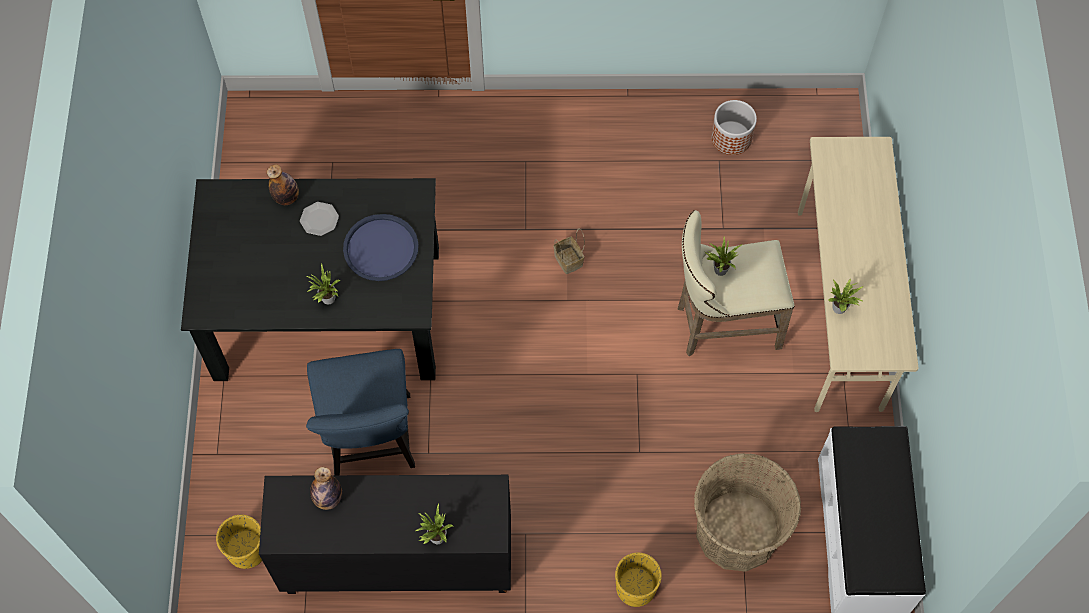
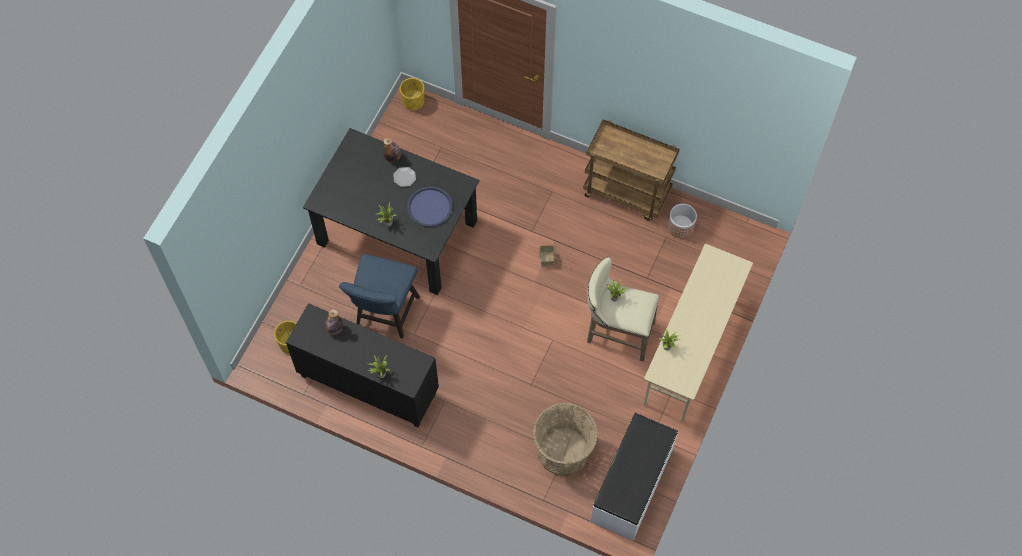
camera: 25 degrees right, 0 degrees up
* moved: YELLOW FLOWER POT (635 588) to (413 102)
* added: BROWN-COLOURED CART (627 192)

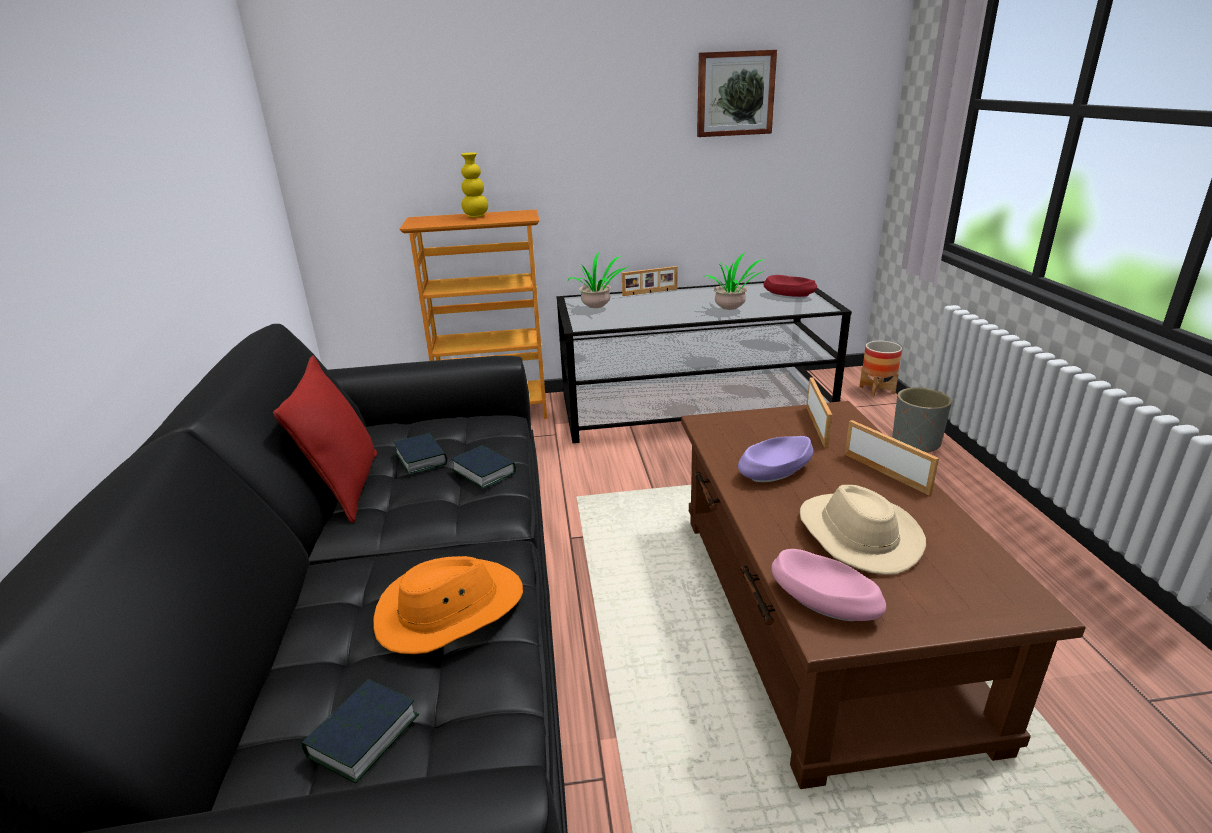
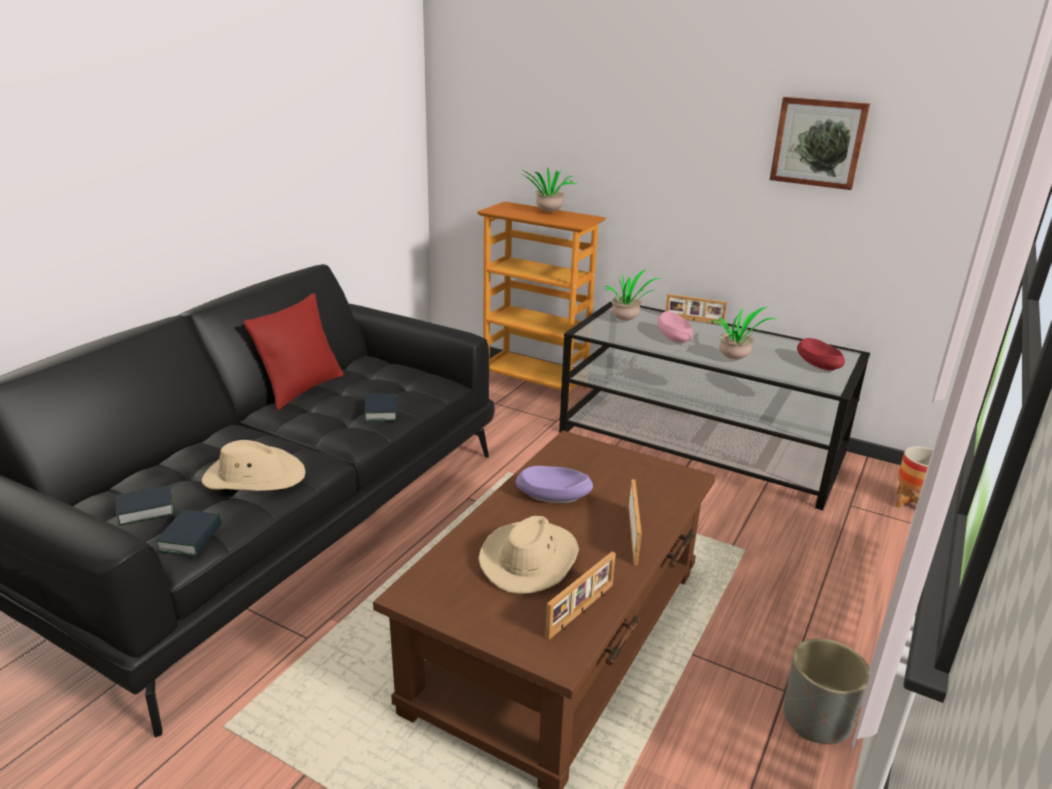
camera: 35 degrees right, 0 degrees up
* moved: BOUND BOOK (421 458) to (191 538)
* recoloured: ORANGEY HAT (449 609) to SAND-COLOURED HAT (254 477)
* replaced: YELLOW VASE (476 216) to POTTED PLANT (548 213)
* moved: PICTURE FRAME (818 426) to (581 611)
* moved: PINK SERVING BOWL (823 603) to (673 337)
* moved: GRAY FLOWER POT (916 443) to (817 719)

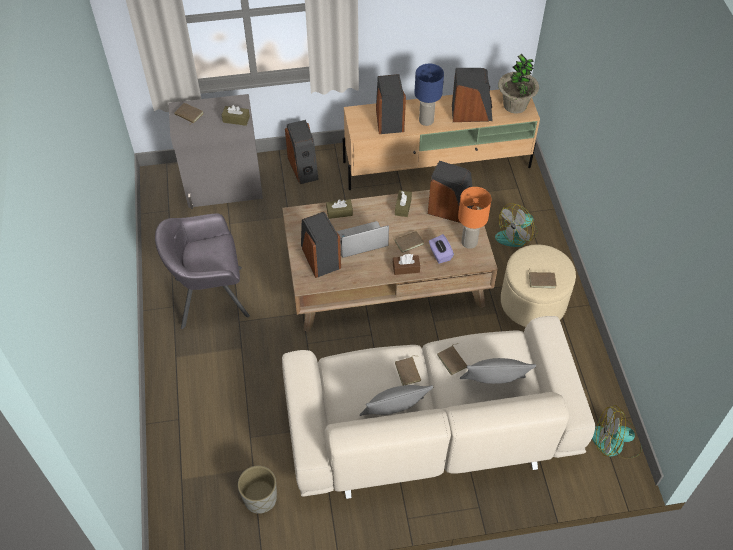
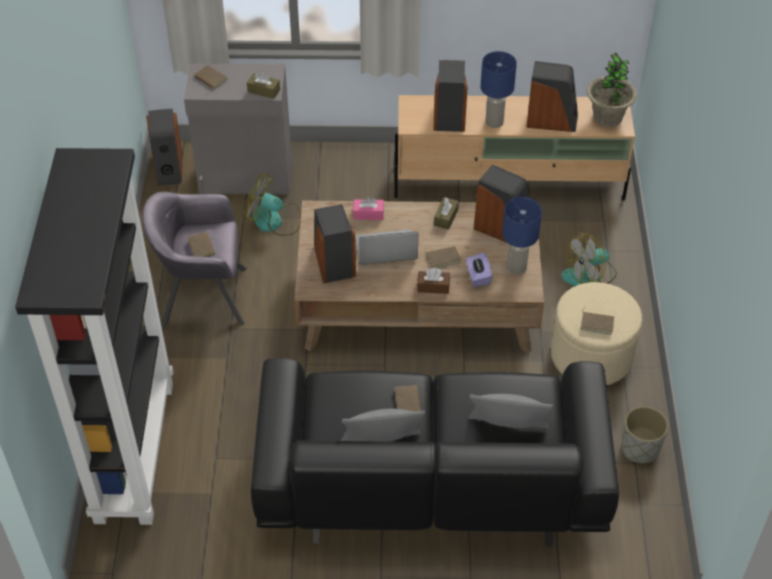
camera: 10 degrees right, 5 degrees down
* added: BLACK BOOKCASE (133 450)
* moved: AUDIO SPEAKER (304 168) to (168 168)
* moved: BROWN-COLOURED BOUND BOOK (453 361) to (202 246)
* moved: ELECTRIC FAN (615 442) to (274 221)
* recoloured: SAND-COLOURED COUCH (429 428) to BLACK COUCH (430 480)
* recoloured: BROWN-COLOURED BOX OF TISSUES (339 212) to PINK BOX OF TISSUES (368 214)
* recoloured: ORANGEY TABLE LAMP (469 243) to BLUISH TABLE LAMP (516 268)
* moved: GRAY FLOWER POT (260 498) to (639 449)

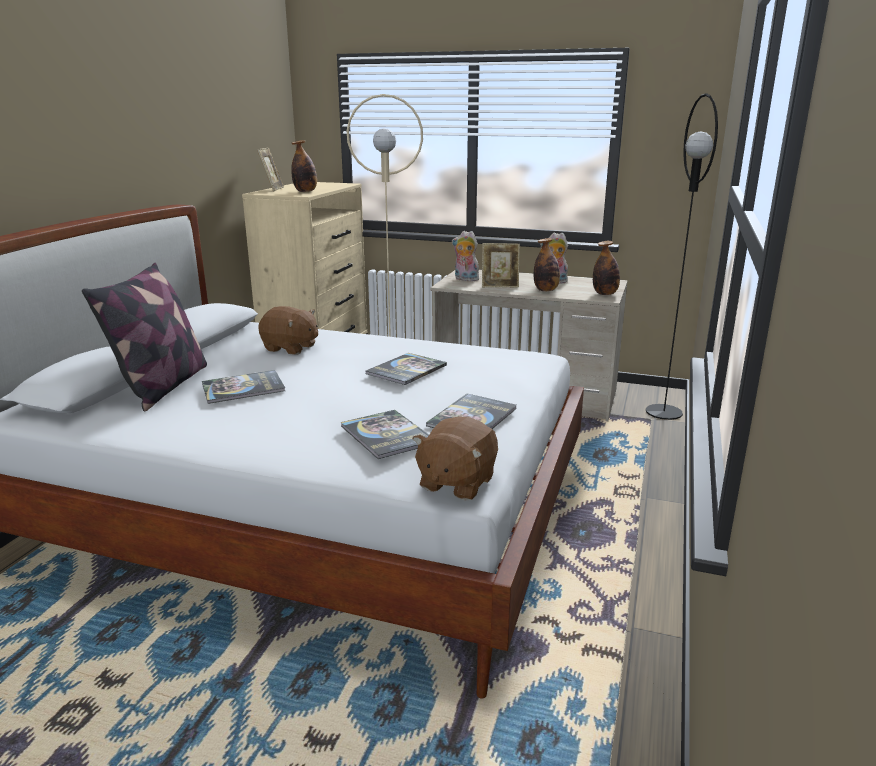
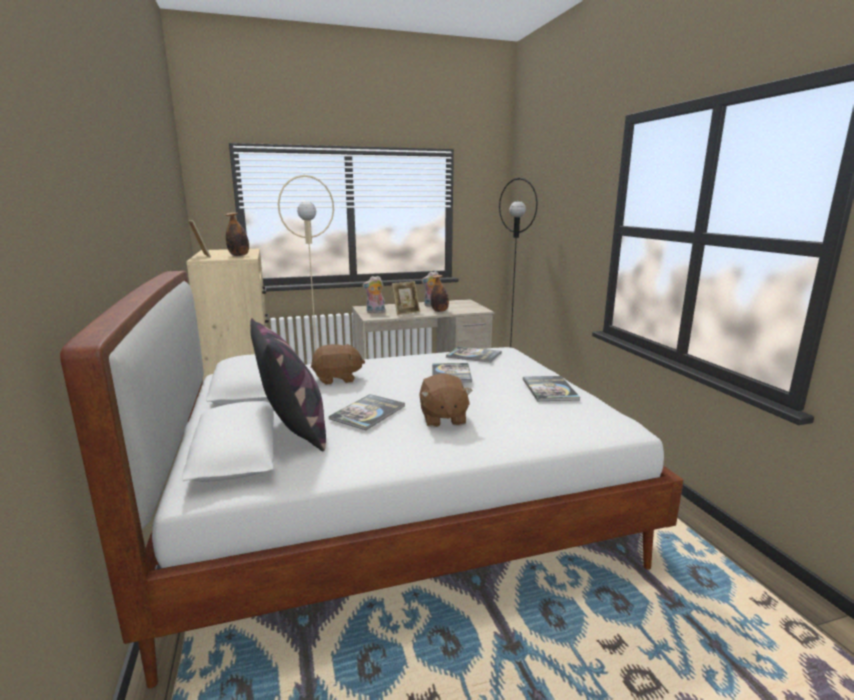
camera: 35 degrees left, 5 degrees down
* moved: BROWN-COLOURED SOFT TOY (456 482) to (443 418)
* moved: BOUND BOOK (387 435) to (473 355)
* removed: BEVERAGE BOTTLE (605 294)

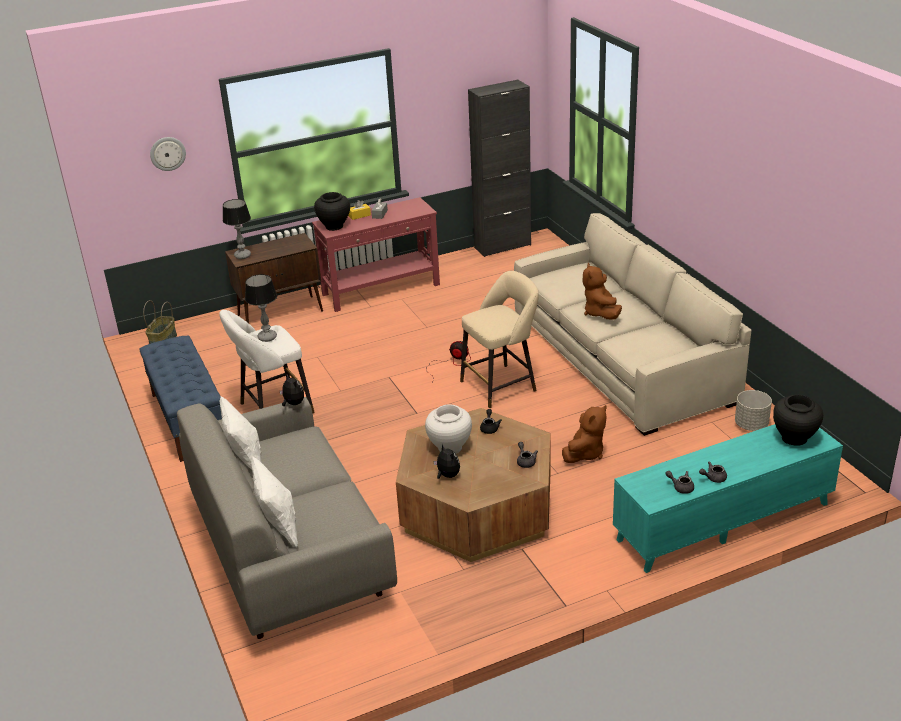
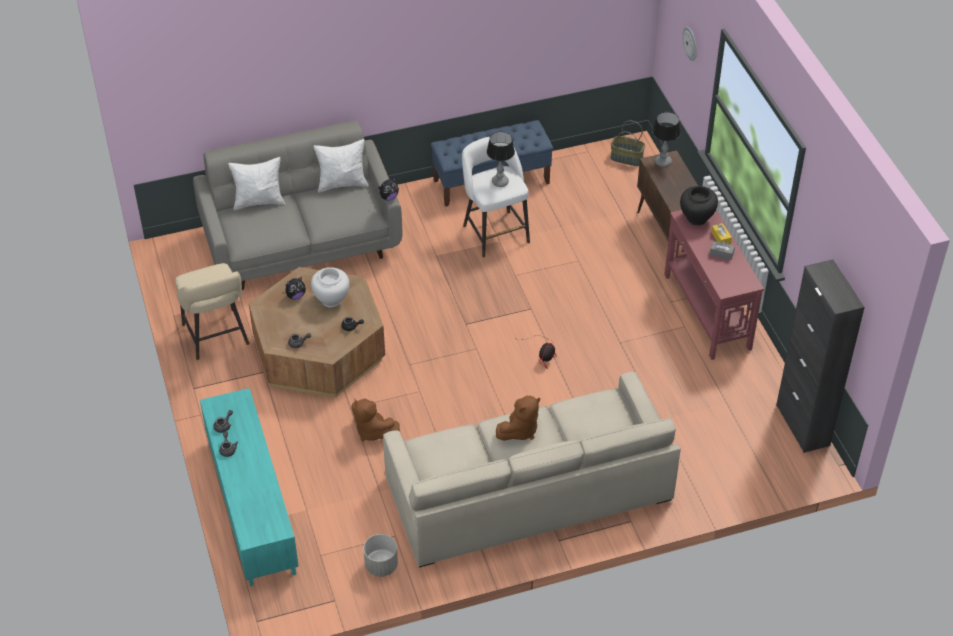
camera: 95 degrees right, 15 degrees up
* moved: SAND-COLOURED STOOL SEAT (502 385) to (217 337)
* turned: BROWN-COLOURED SOFT TOY (600 313) = (520 430) 135 degrees clockwise
* removed: BLACK VASE (794 438)

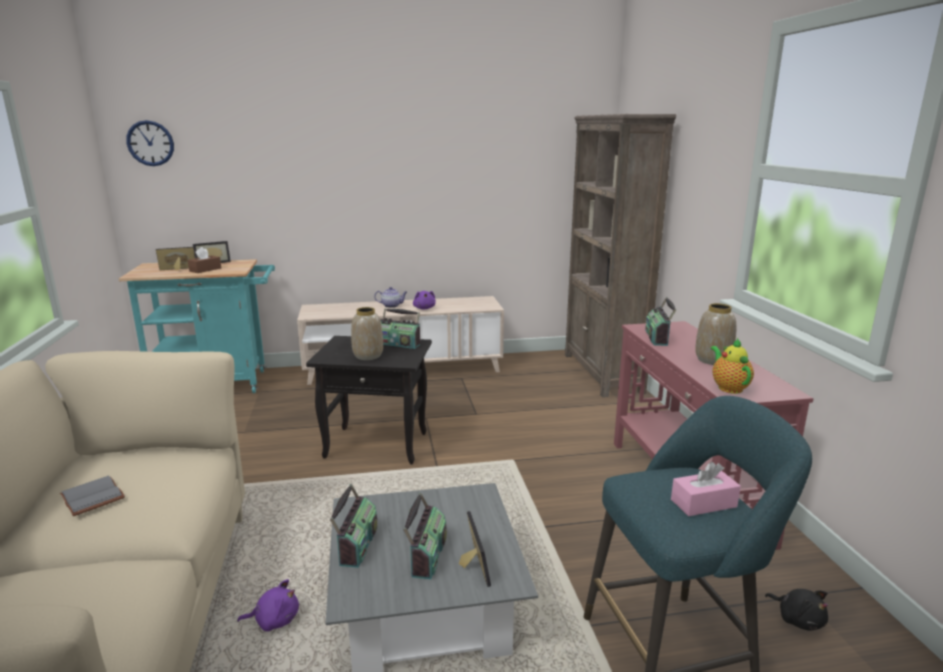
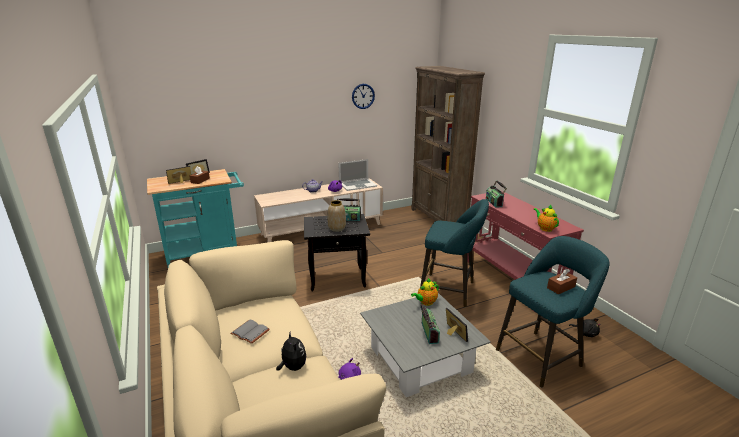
camera: 15 degrees left, 5 degrees up
* added: SOFT TOY (292 367)
* added: NOTEBOOK COMPUTER (357 185)
* moved: WALL CLOCK (150 143) to (363 96)
* added: TEAPOT (425 302)
* added: BLUE-GREEN STOOL SEAT (450 291)
* recoloured: PINK BOX OF TISSUES (703 503) to BROWN-COLOURED BOX OF TISSUES (561 287)
* removed: RADIO SET (356 545)
* removed: VASE (713 360)

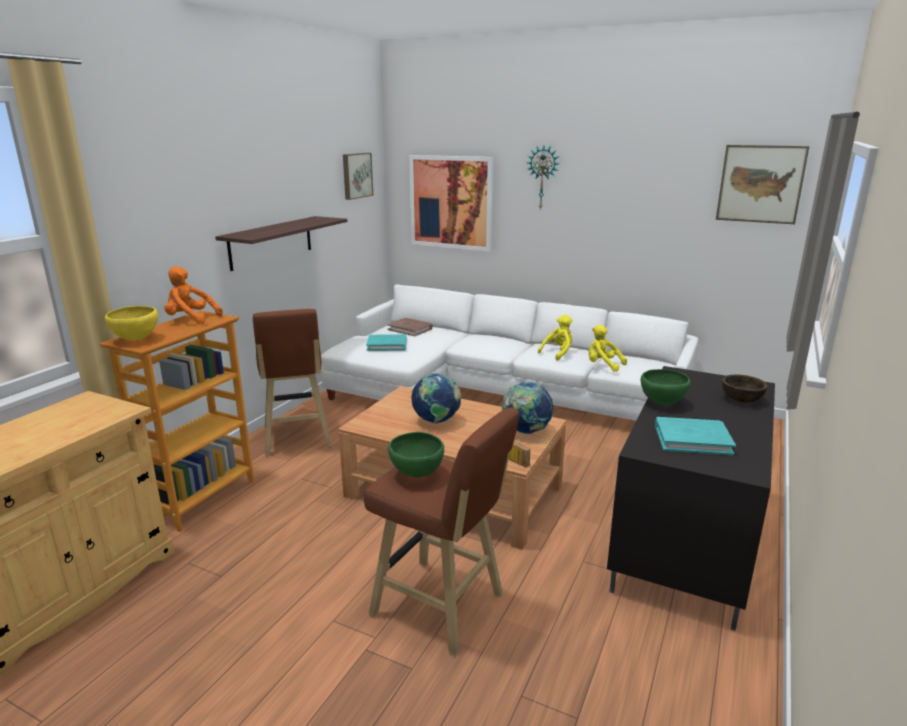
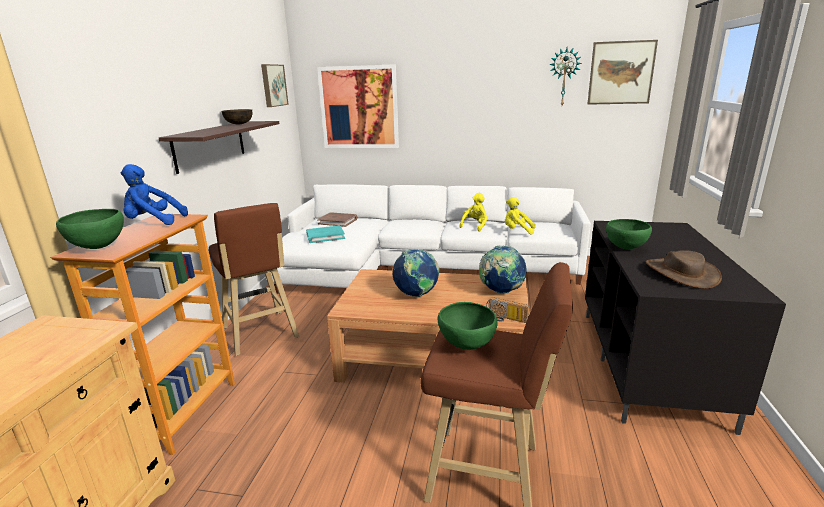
camera: 15 degrees left, 0 degrees up
* recoloured: YELLOW SERVING BOWL (136 339) to GREENISH SERVING BOWL (98 248)
* recoloured: ORANGEY SOFT TOY (190 319) to BLUISH SOFT TOY (153 222)
* moved: BROWN-COLOURED SERVING BOWL (741 399) to (239 124)
* moved: WALL CLOCK (543 177) to (564 77)
* replaced: BLUE-GREEN BOUND BOOK (692 439) to BROWN-COLOURED HAT (681 273)

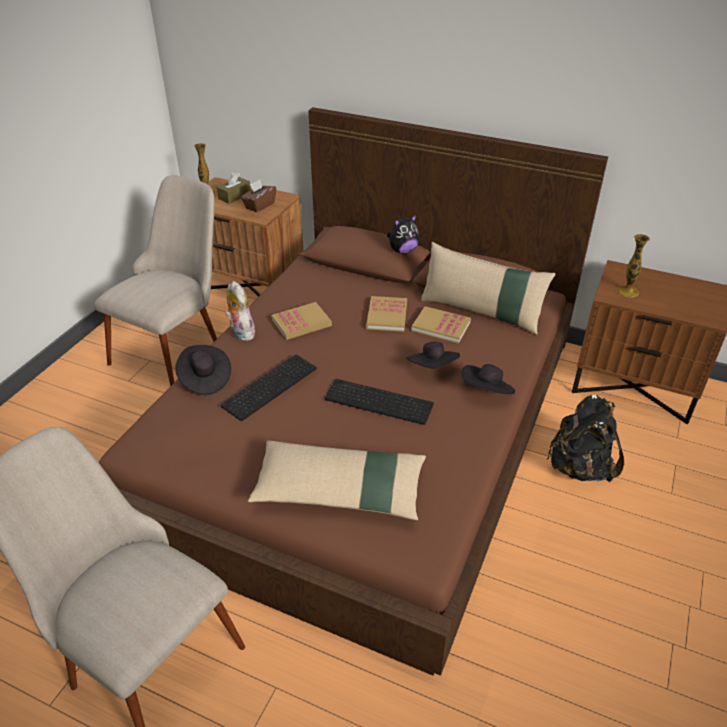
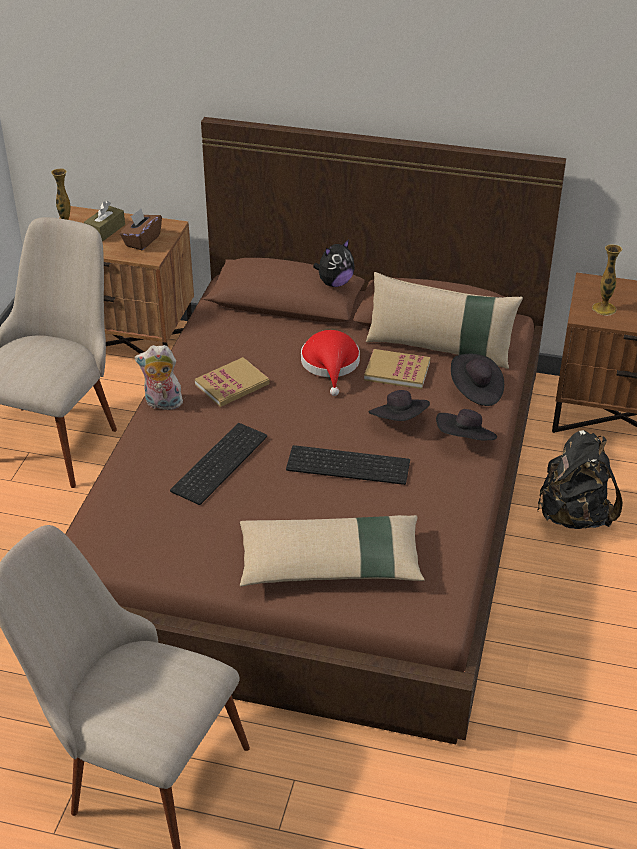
camera: 10 degrees left, 0 degrees up
* turned: SOFT TOY (240 332) = (162 404) 45 degrees counterclockwise
* replaced: BOUND BOOK (387 316) to RED HAT (331 365)
* moved: BLACK HAT (204 379) to (475 391)

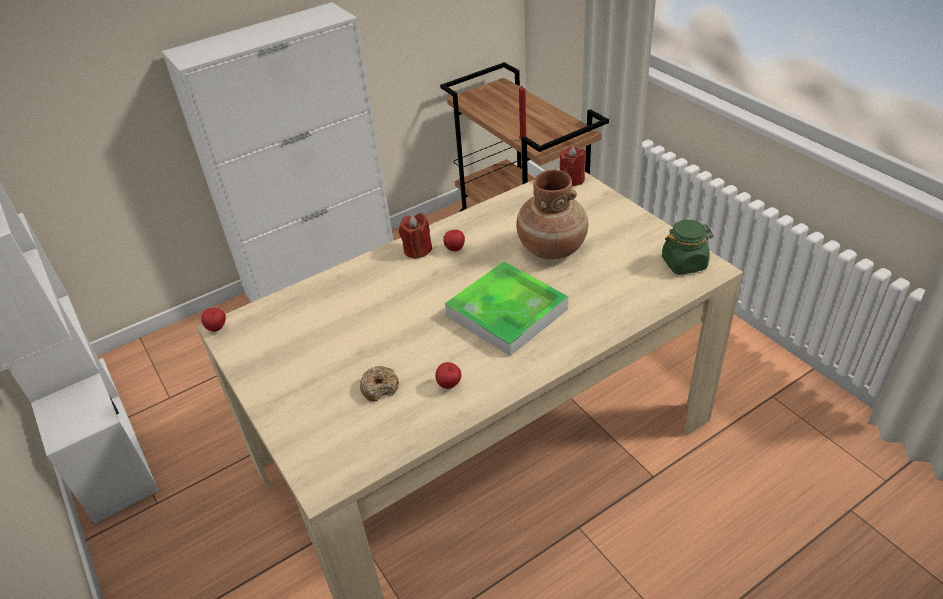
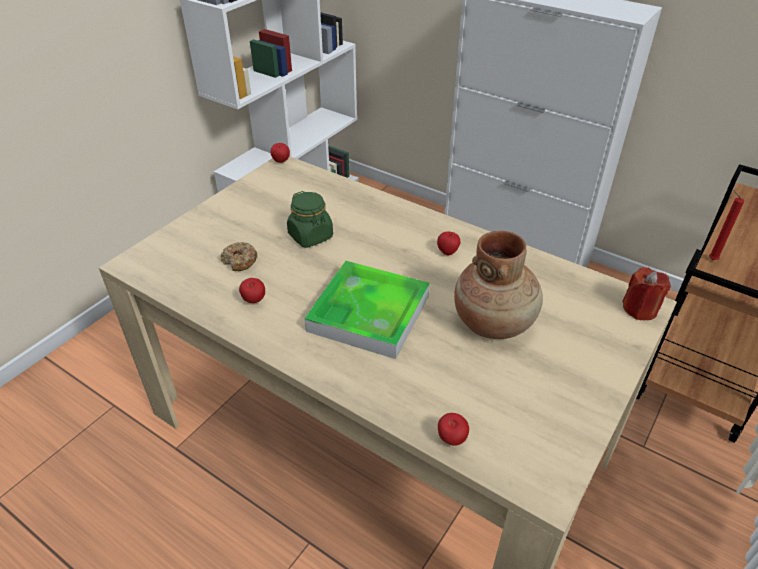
camera: 65 degrees right, 0 degrees up
* moved: GREENISH STORAGE JAR (684 263) to (311 236)
* added: WHOLE APPLE (451 440)
* removed: RED WAX CANDLE (417 250)

